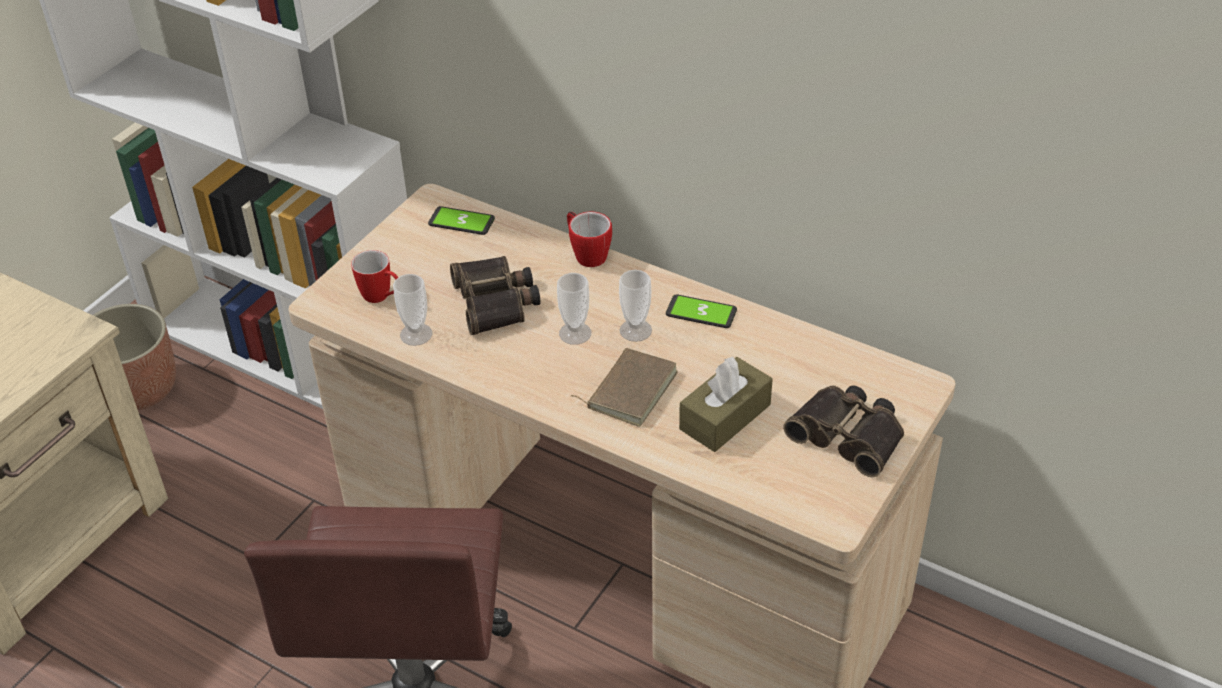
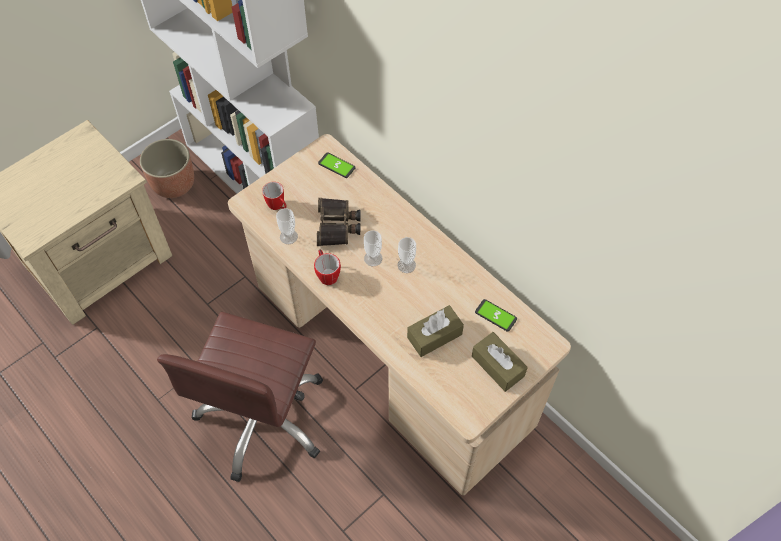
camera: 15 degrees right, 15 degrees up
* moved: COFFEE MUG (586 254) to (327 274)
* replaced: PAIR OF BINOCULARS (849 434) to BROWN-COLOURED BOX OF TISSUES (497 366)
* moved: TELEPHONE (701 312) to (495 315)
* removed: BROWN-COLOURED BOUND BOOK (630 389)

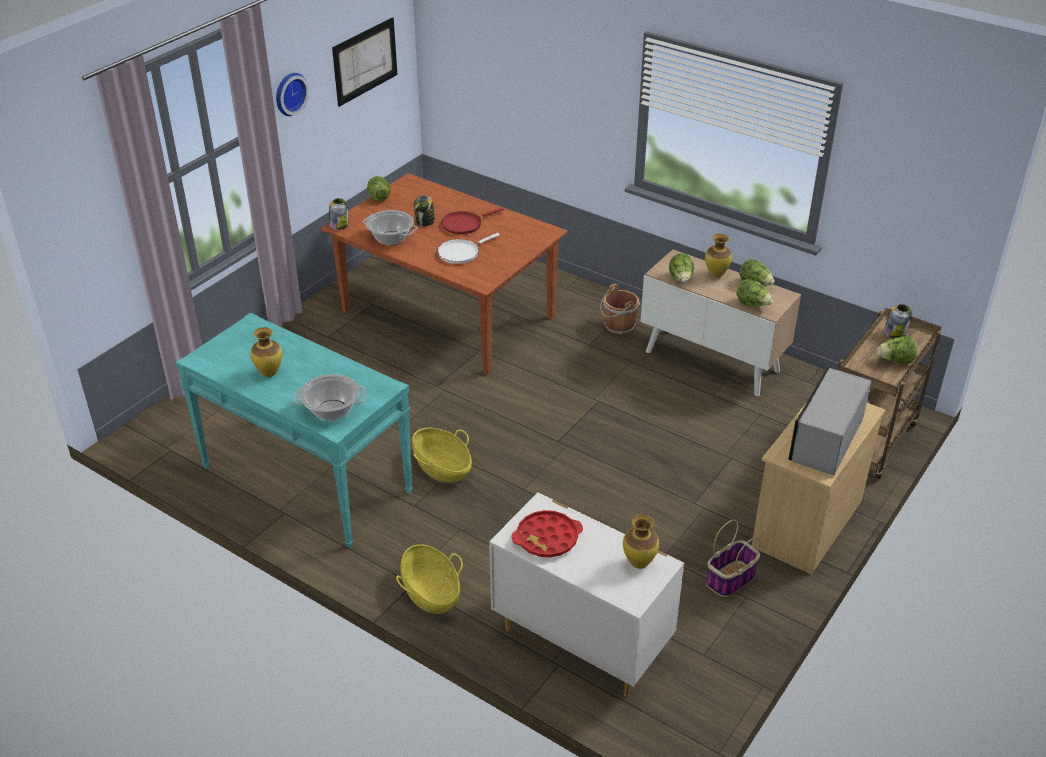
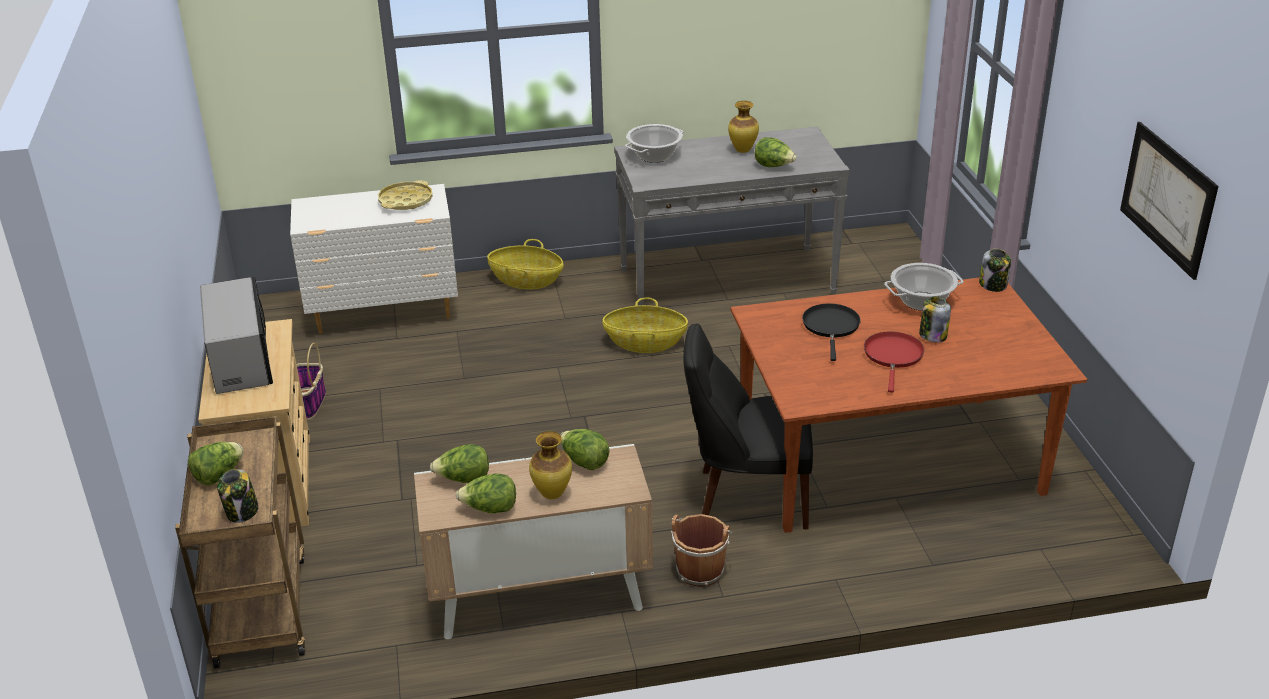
camera: 135 degrees right, 5 degrees down
* recoloured: RED TRAY (547 538) to YELLOW TRAY (405 201)
* recoloured: BLUE-GREEN HALL TABLE (305 479) to GRAY HALL TABLE (727 281)
* added: BLACK PLAIN CHAIR (747 497)
* moved: LETTUCE (379 197) to (773 166)
* recoloured: WHITISH SKILLET (461 253) to BLACK SKILLET (831 327)
* removed: WALL CLOCK (289 93)
* removed: VASE (639 563)

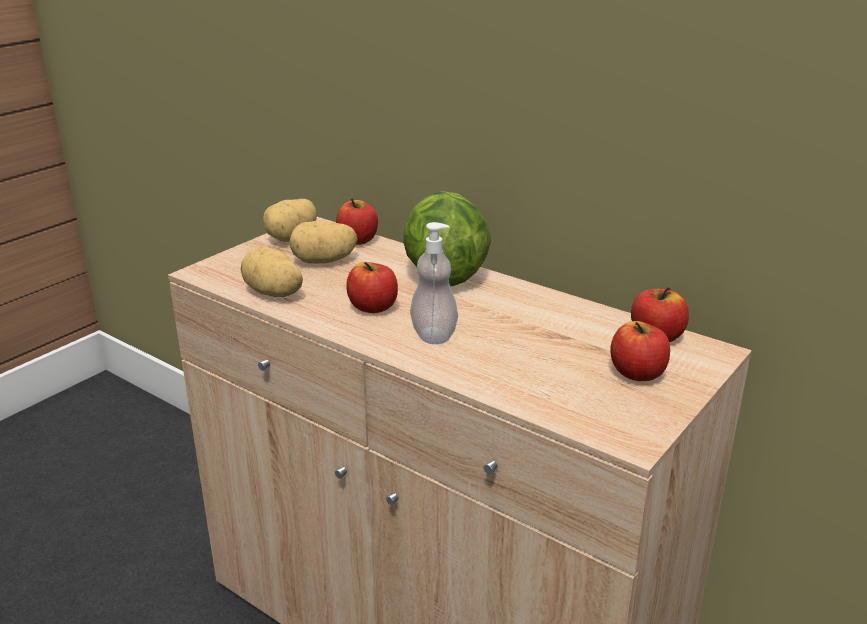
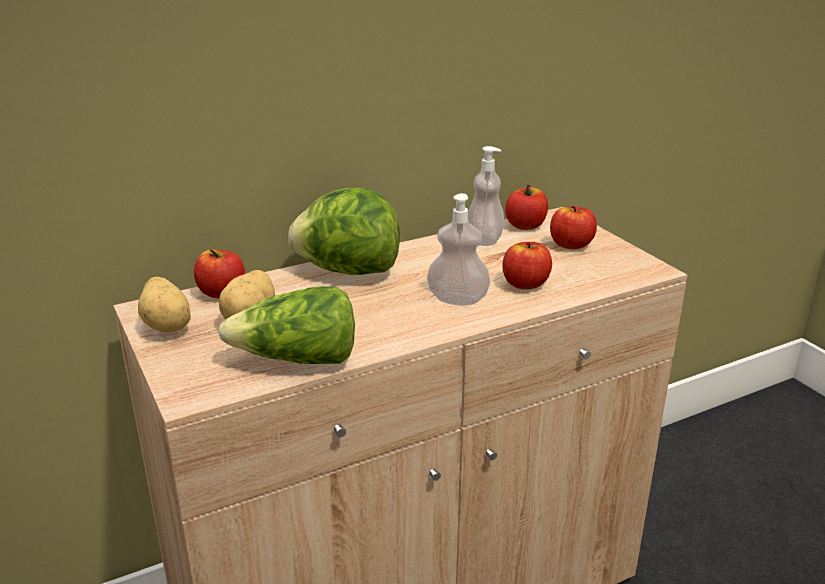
camera: 65 degrees left, 0 degrees up
* replaced: WHOLE POTATO (273 293) to LETTUCE (298 360)
* added: LIQUID SOAP BOTTLE (484 240)
* moved: WHOLE APPLE (373 307) to (525 284)

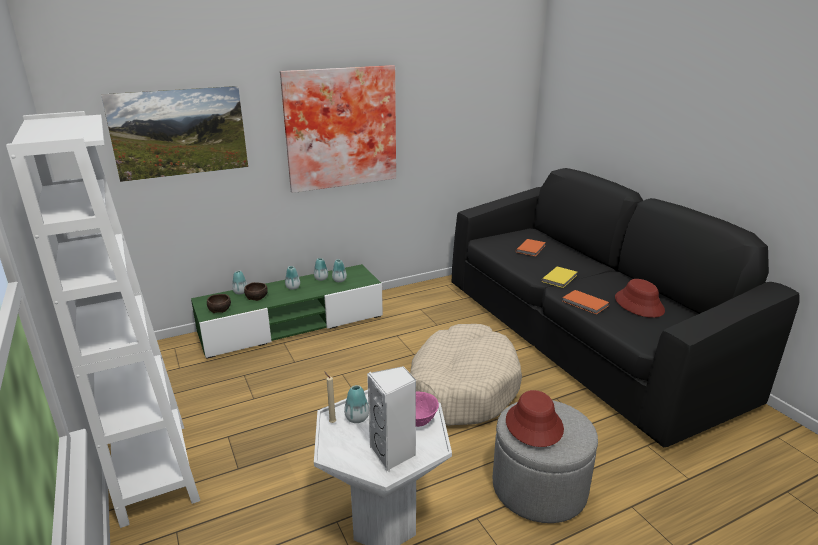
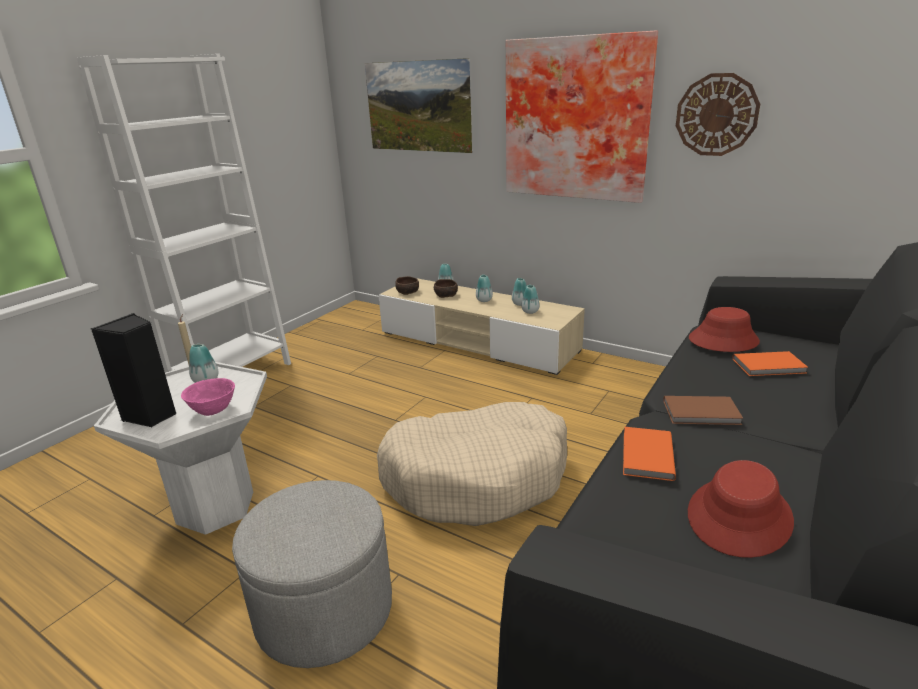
camera: 60 degrees right, 0 degrees up
* recoloured: WHITISH AUDIO SPEAKER (393 454) to BLACK AUDIO SPEAKER (151 416)
* recoloured: GREENISH TV UNIT (292 325) to SAND-COLOURED TV UNIT (477 342)
* recoloured: YELLOW BOUND BOOK (560 278) to BROWN-COLOURED BOUND BOOK (702 413)
* added: WALL CLOCK (716 115)
* moved: RED HAT (533 425) to (723 340)

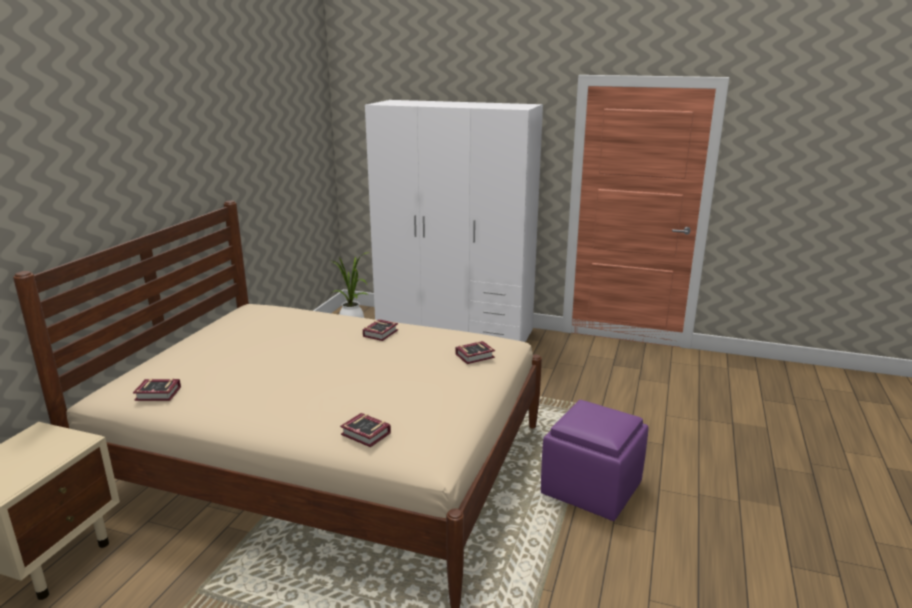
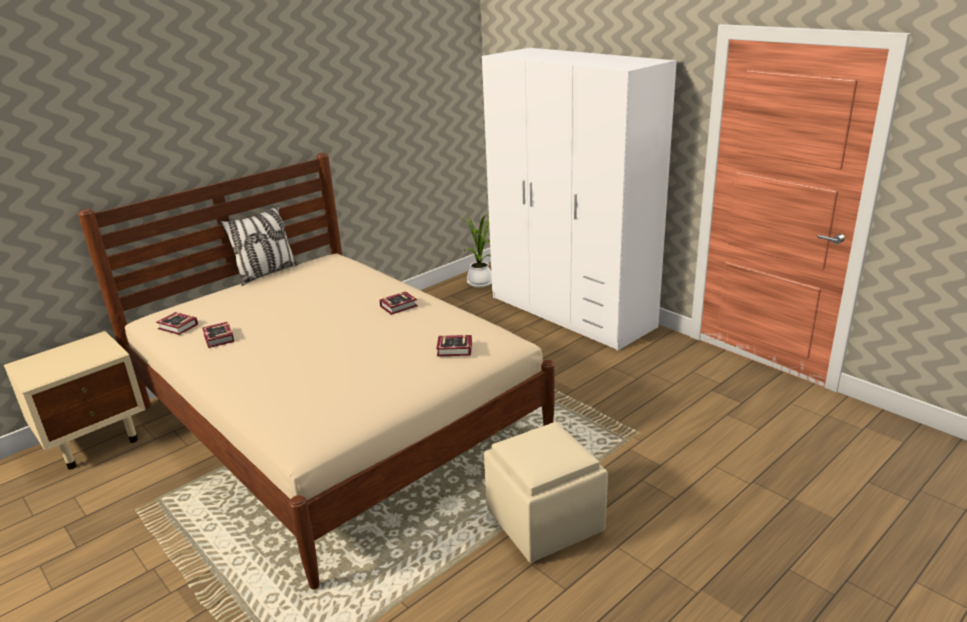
camera: 30 degrees right, 5 degrees up
* moved: BOUND BOOK (366 435) to (218 339)
* added: CUSHION (266 273)
* recoloured: PURPLE-COLOURED POUFFE (592 488) to SAND-COLOURED POUFFE (546 522)

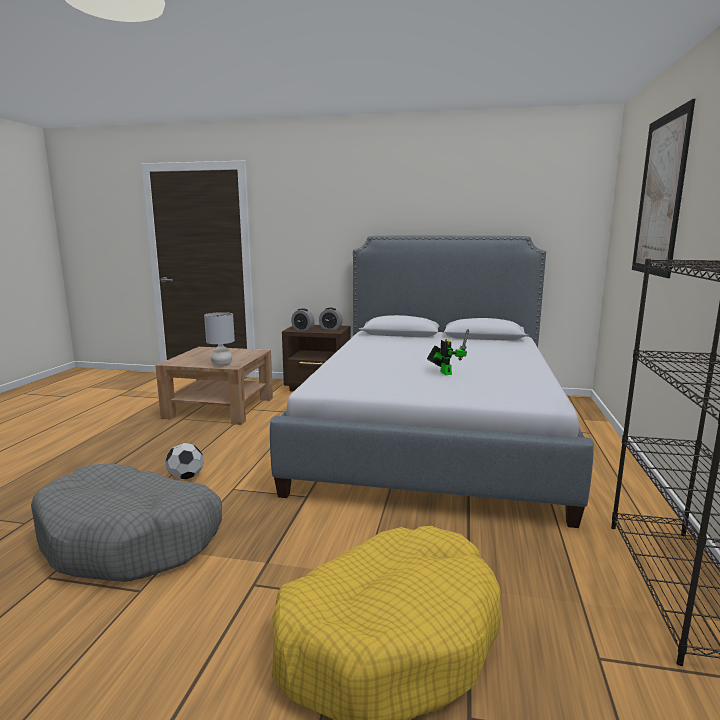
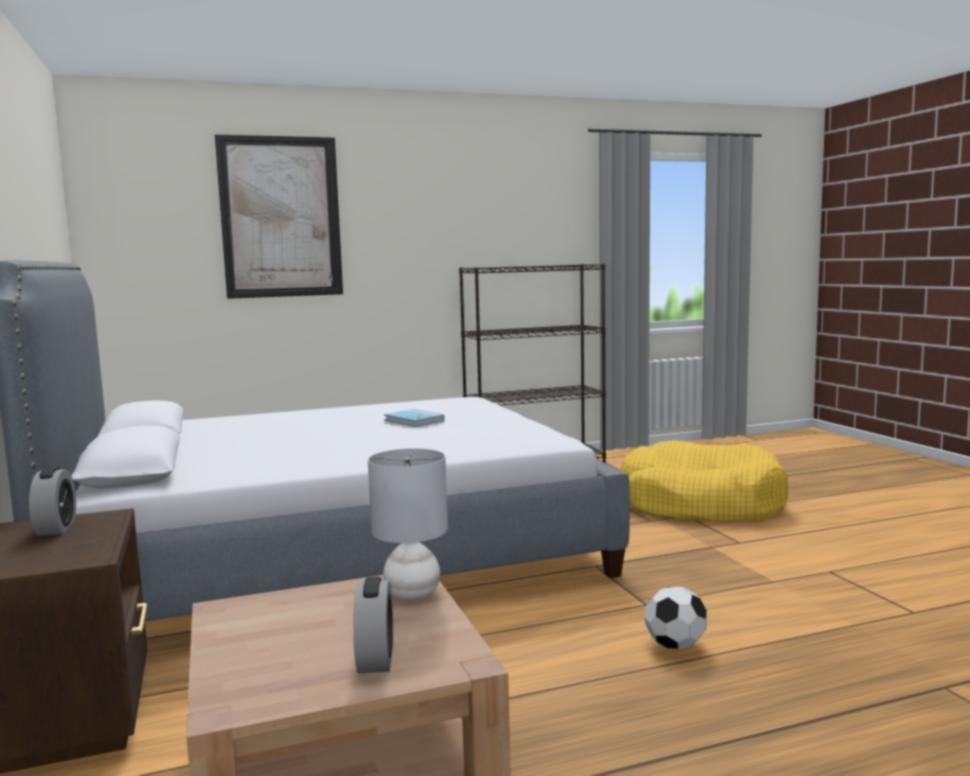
camera: 120 degrees left, 5 degrees down
* moved: ALARM CLOCK (303 329) to (375 658)
* replaced: MODEL ROBOT (445 372) to BLUISH BOUND BOOK (414 421)
* removed: GRAY PET BED (131 539)

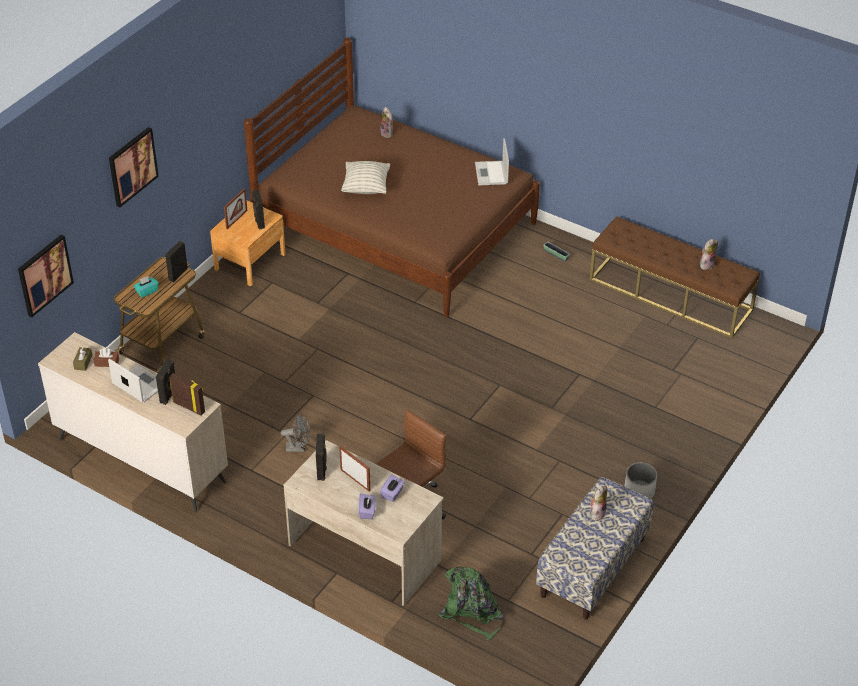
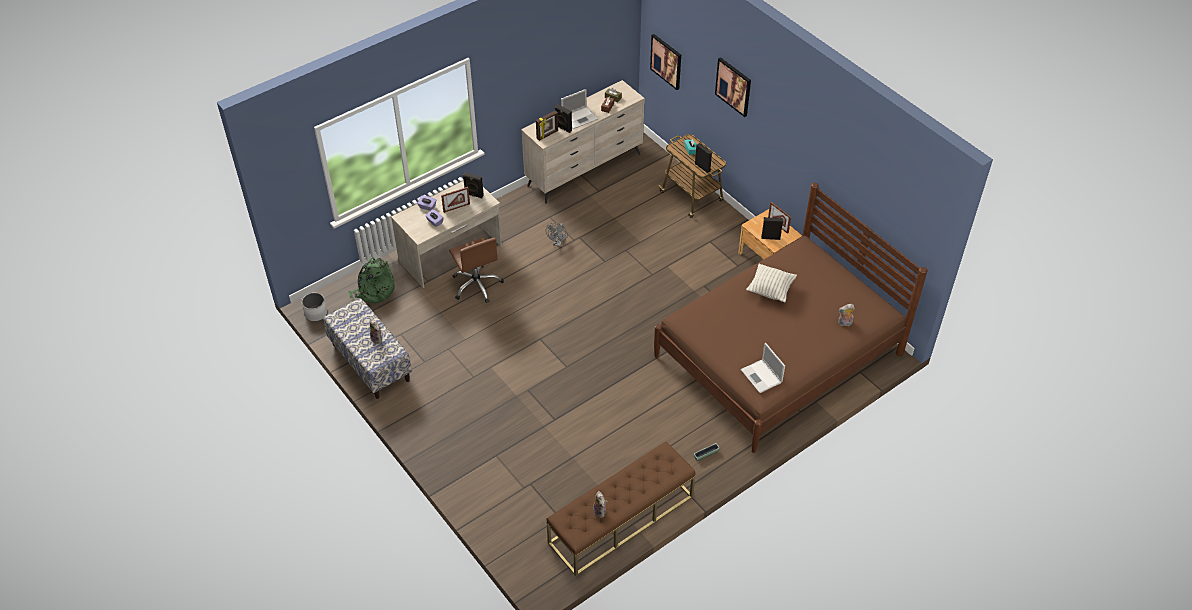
camera: 110 degrees right, 5 degrees up
* moved: WHITISH FLOWER POT (639 491) to (316 313)
* turned: NOTEBOOK COMPUTER (491 174) = (762 376) 135 degrees counterclockwise

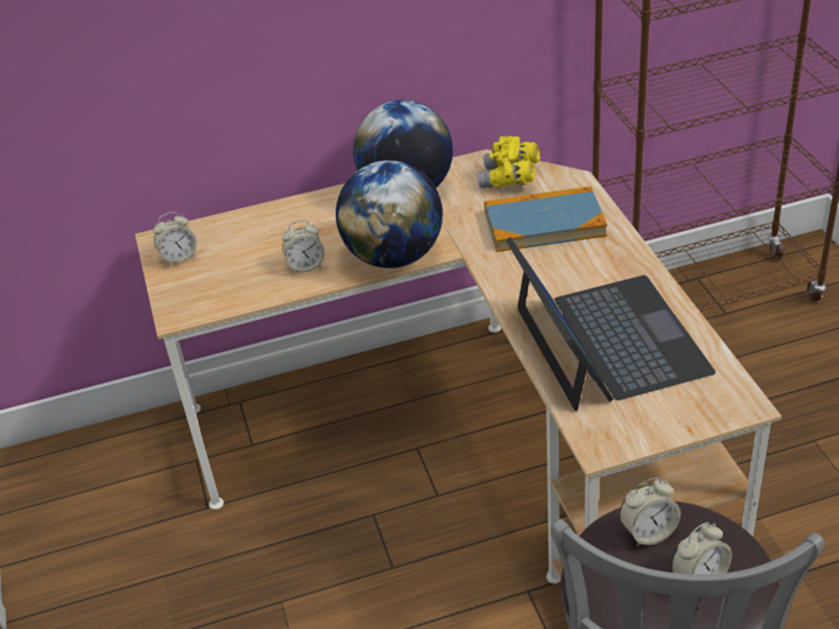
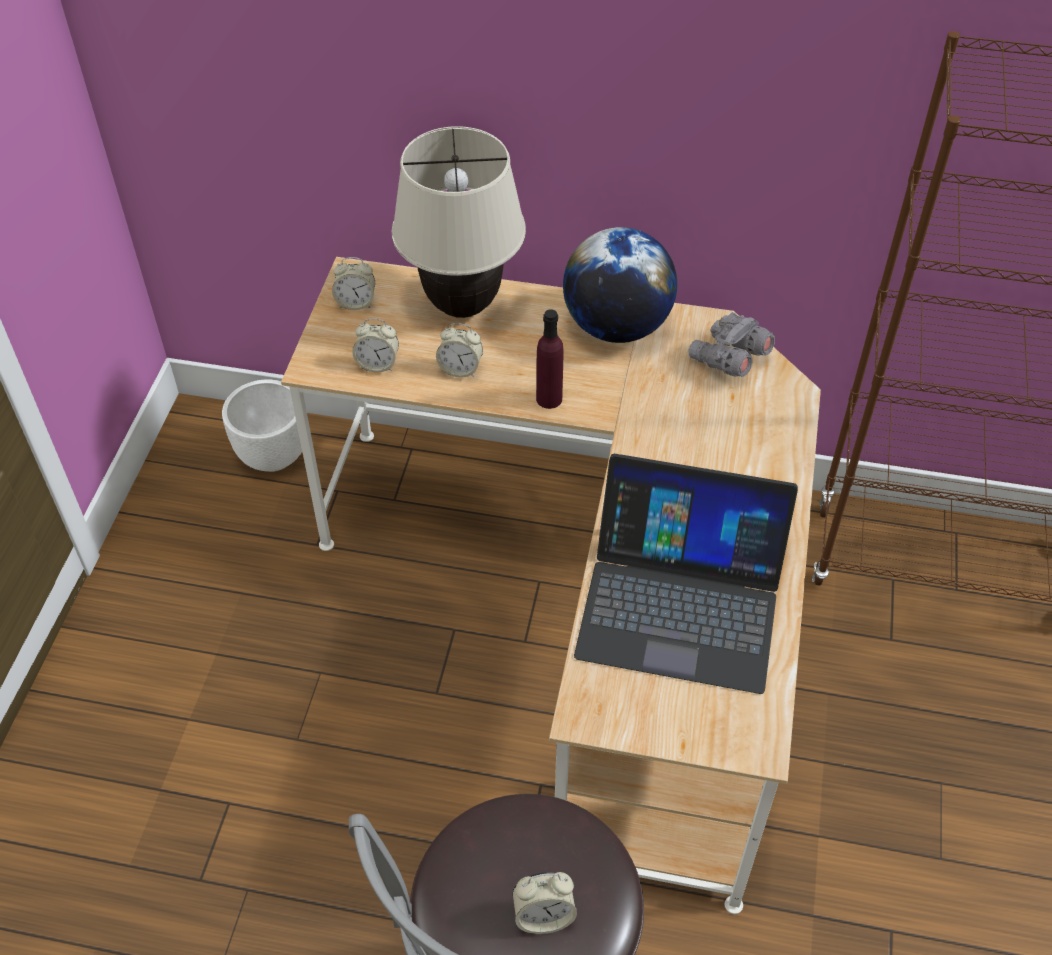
camera: 25 degrees right, 10 degrees up
* added: WHITISH FLOWER POT (274 456)
* moved: ALARM CLOCK (648 532) to (378 364)
* added: SAND-COLOURED TABLE LAMP (462 306)
* replaced: GLOBE (394 256) to PURPLE-COLOURED BEVERAGE BOTTLE (549 399)
* turned: NOTEBOOK COMPUTER (608 341) = (681 603) 90 degrees clockwise
* recoloured: YELLOW PAIR OF BINOCULARS (510 179) to GRAY PAIR OF BINOCULARS (729 360)
* removed: BOUND BOOK (544 223)

